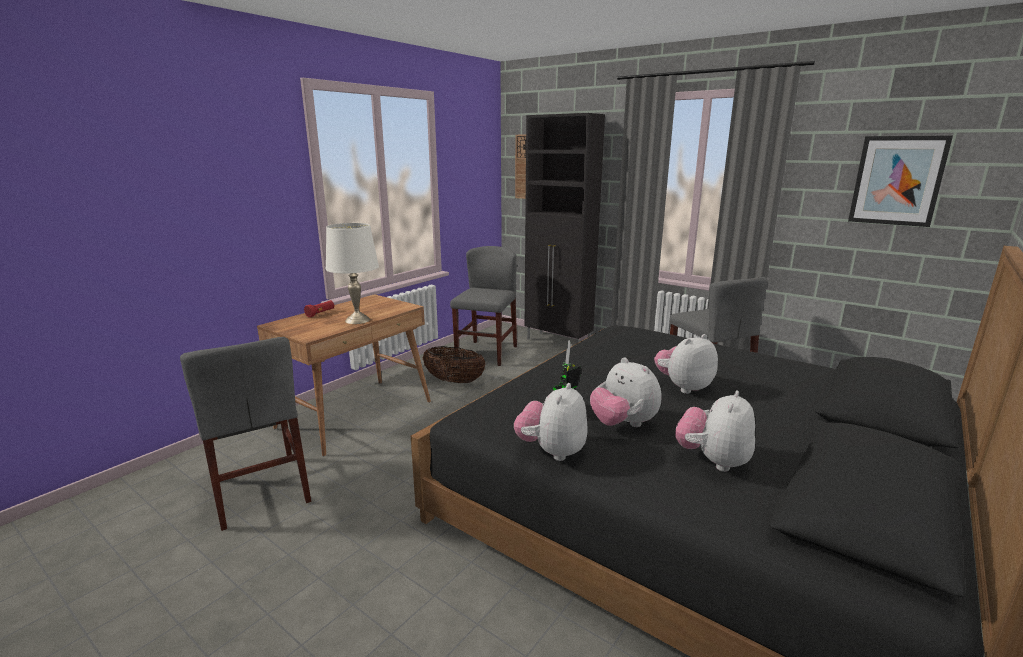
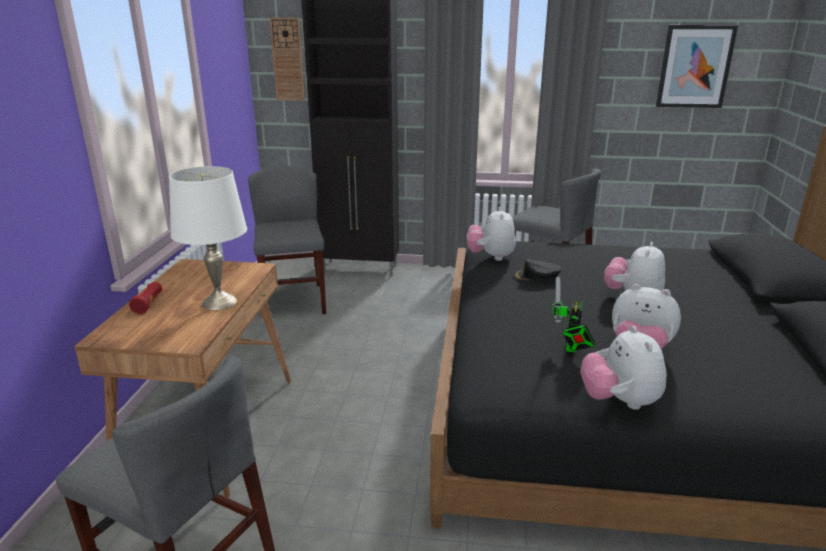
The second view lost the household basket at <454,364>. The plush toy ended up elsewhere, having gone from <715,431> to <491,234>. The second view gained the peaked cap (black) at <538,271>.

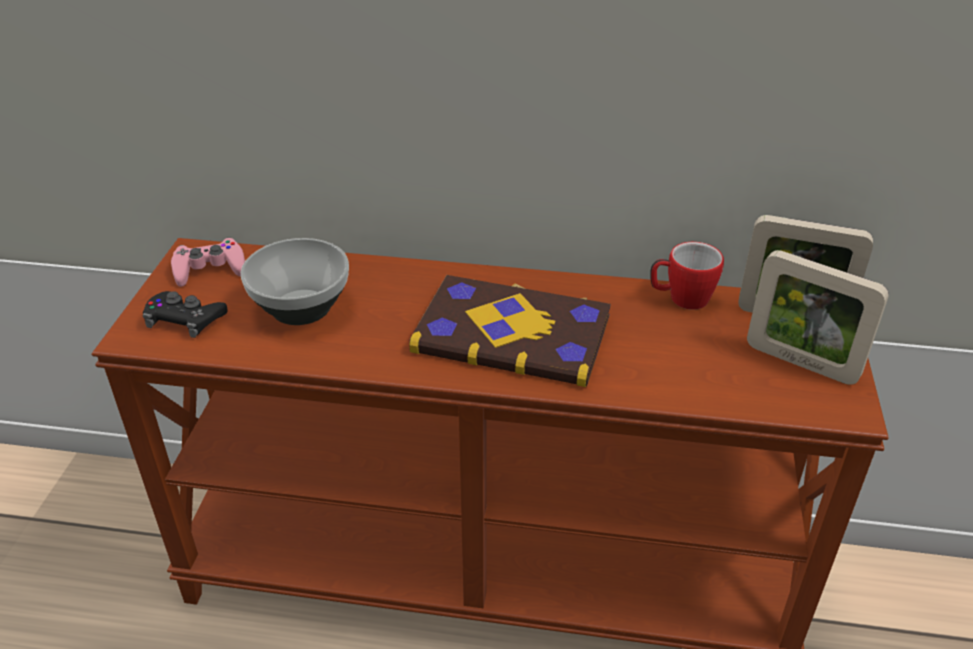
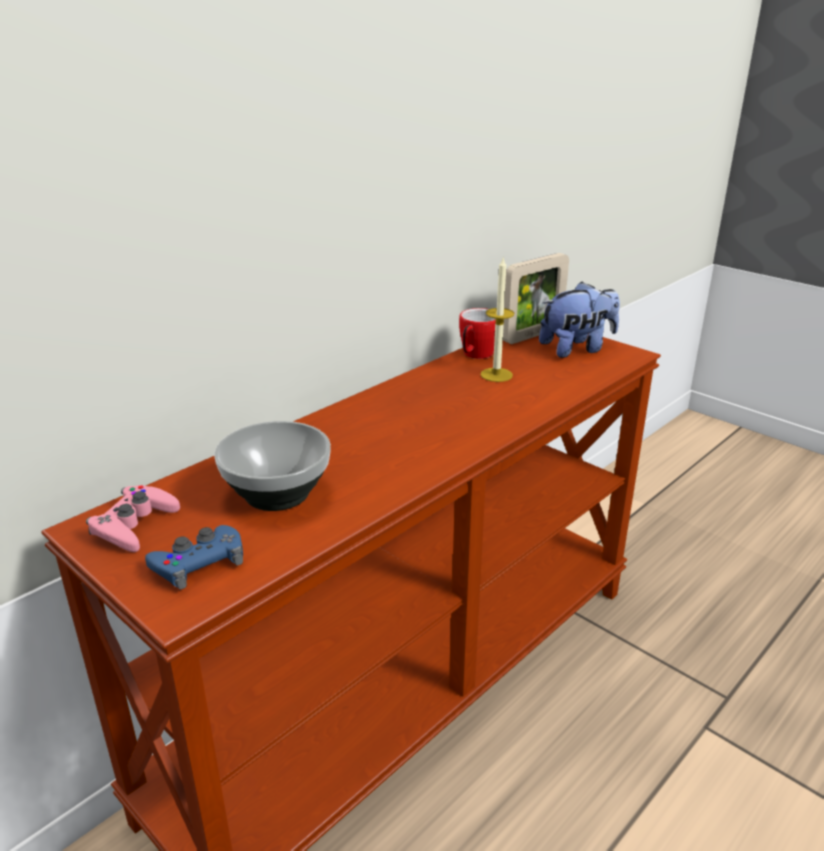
What was the joypad (black) at <185,314> turned into the joypad (blue-coloured) at <194,557>. The second view lost the volume at <510,331>. Where the standing frame stood at <818,317>, the plush toy came to stand at <579,319>. The second view gained the candle at <497,319>.

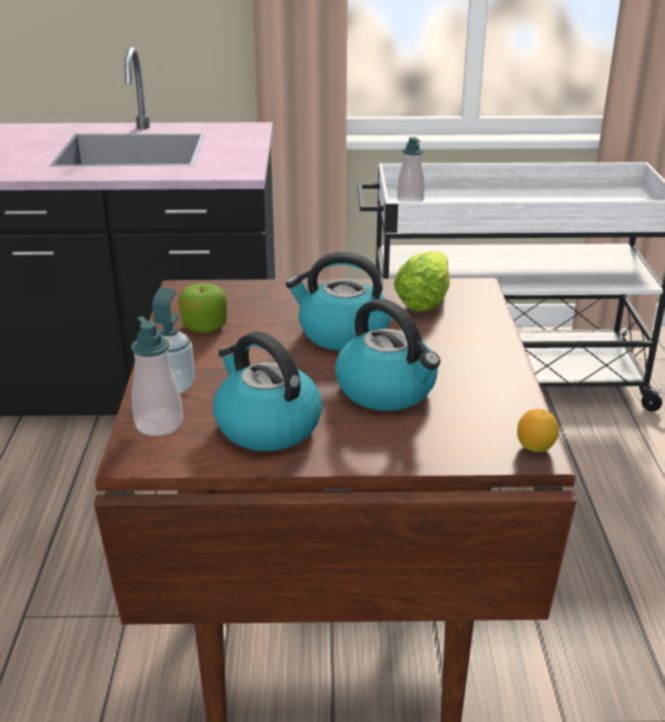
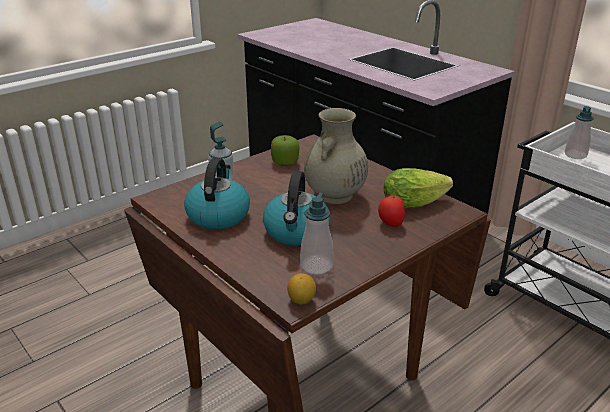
The liquid soap bottle ended up elsewhere, having gone from <157,376> to <316,234>. Where the tea kettle stood at <338,301>, the vase (beige) came to stand at <336,156>. The second view gained the fresh tomato at <391,211>.

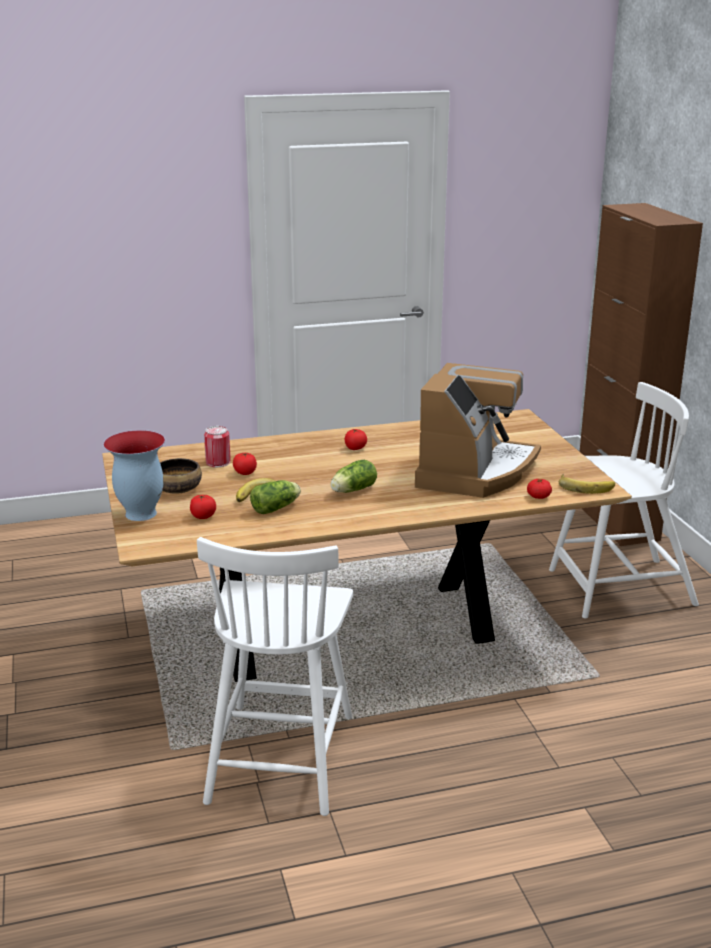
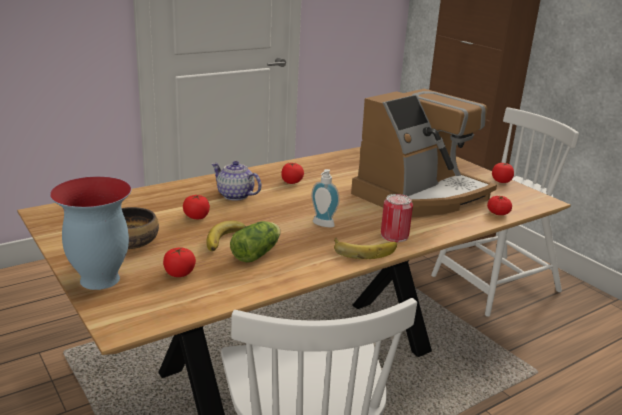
The sealed can ended up elsewhere, having gone from <217,446> to <397,218>. Where the lettuce head stood at <353,476>, the liquid soap bottle came to stand at <325,198>. The coffee brewer at <478,430> ended up facing another way, 45 degrees clockwise from before. The whole banana ended up elsewhere, having gone from <587,484> to <365,248>. The second view gained the teapot at <237,181>. The second view gained the fresh tomato at <503,173>.

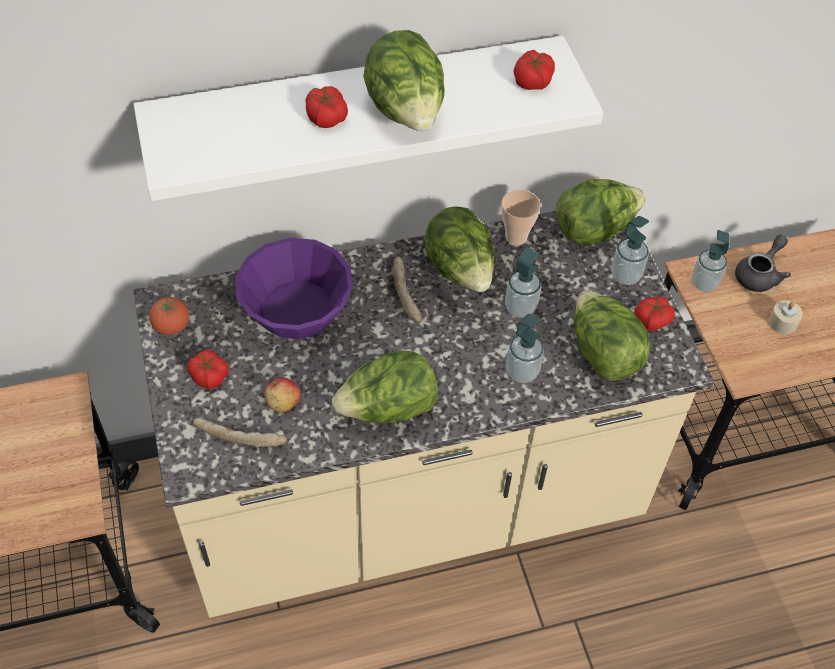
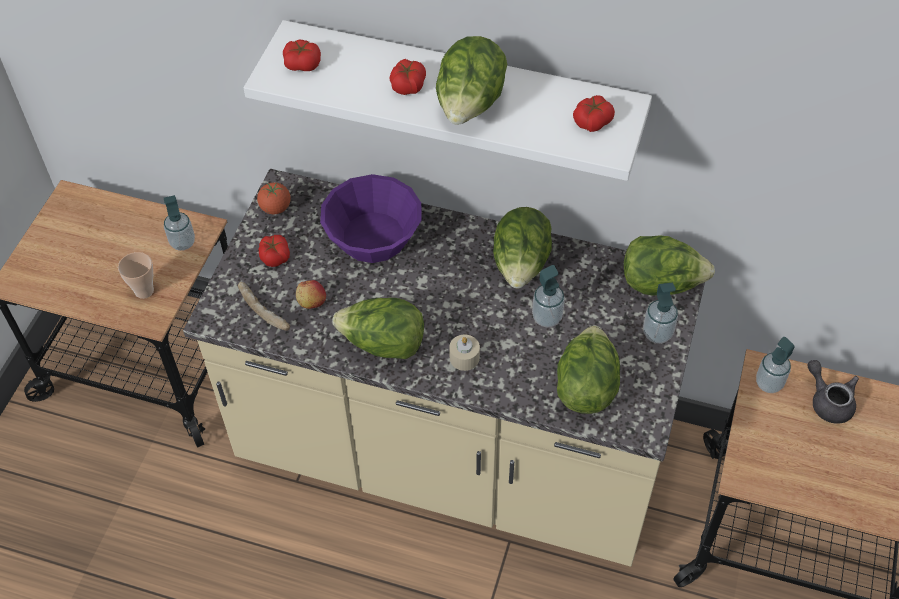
The second view lost the baked bread at <407,290>. The drinking cup ended up elsewhere, having gone from <521,217> to <136,275>. The liquid soap bottle ended up elsewhere, having gone from <525,348> to <179,223>. The fresh tomato ended up elsewhere, having gone from <654,314> to <302,55>. The teapot (grey) at <763,263> ended up facing another way, 105 degrees counterclockwise from before. The candle (beige) ended up elsewhere, having gone from <786,317> to <464,353>.

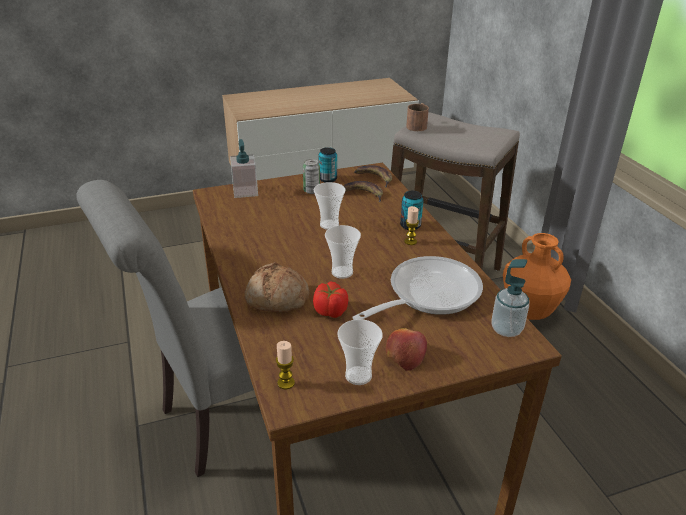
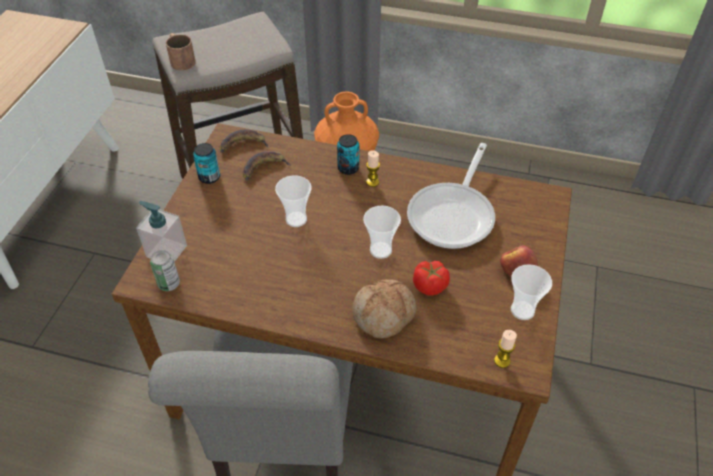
The sealed can ended up elsewhere, having gone from <311,176> to <165,270>. The pan at <417,288> ended up facing another way, 150 degrees counterclockwise from before. The second view lost the liquid soap bottle at <510,298>.

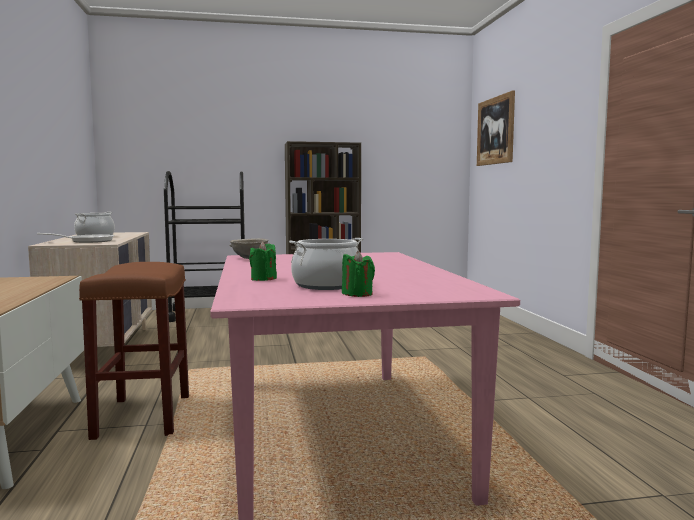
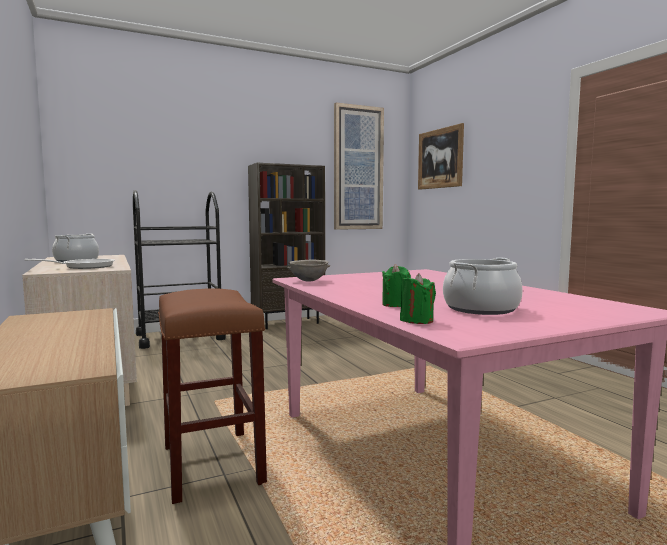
The candle (green-coloured) ended up elsewhere, having gone from <358,274> to <418,298>. The second view gained the wall art at <359,166>.

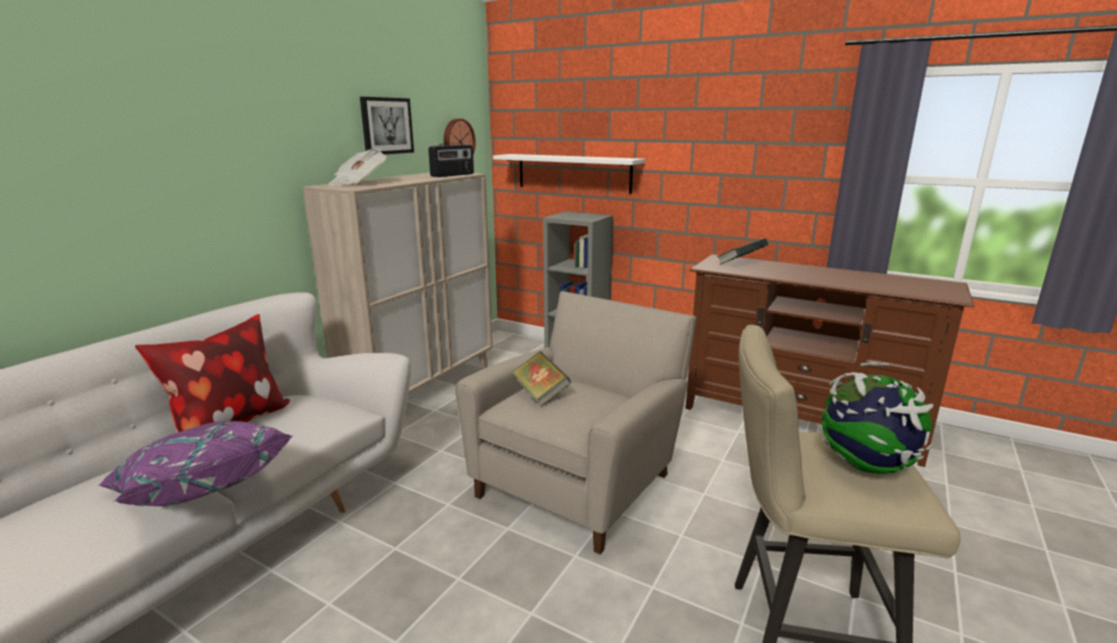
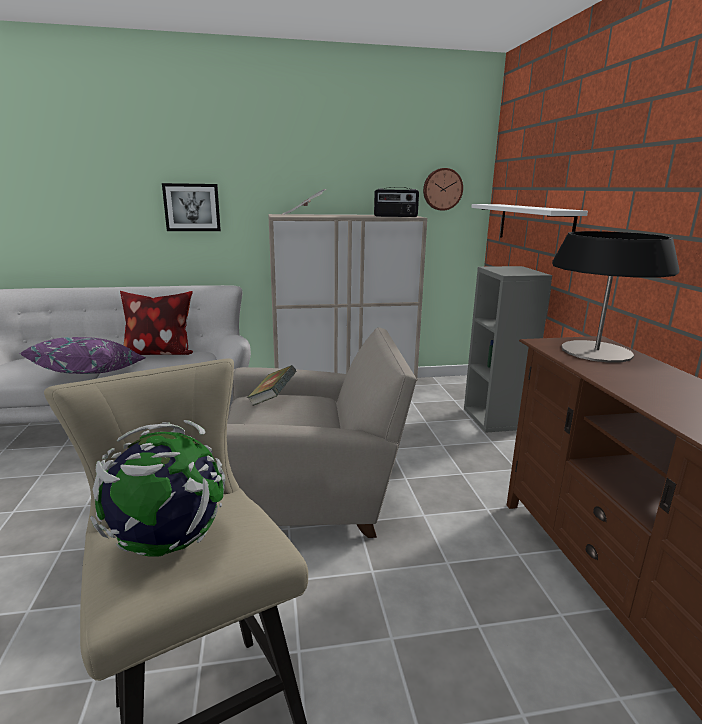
The wall art ended up elsewhere, having gone from <387,126> to <191,207>. Where the volume stood at <742,251>, the tabletop lamp came to stand at <616,297>.

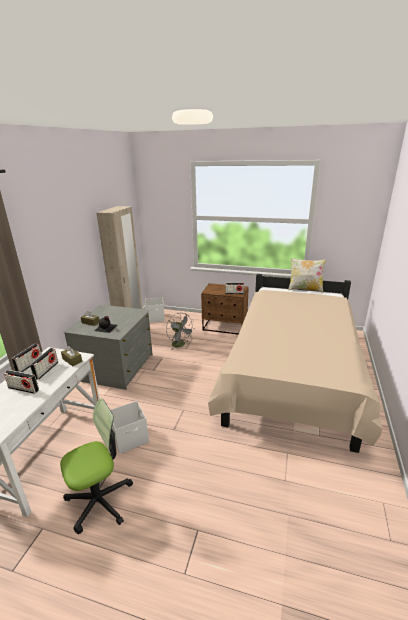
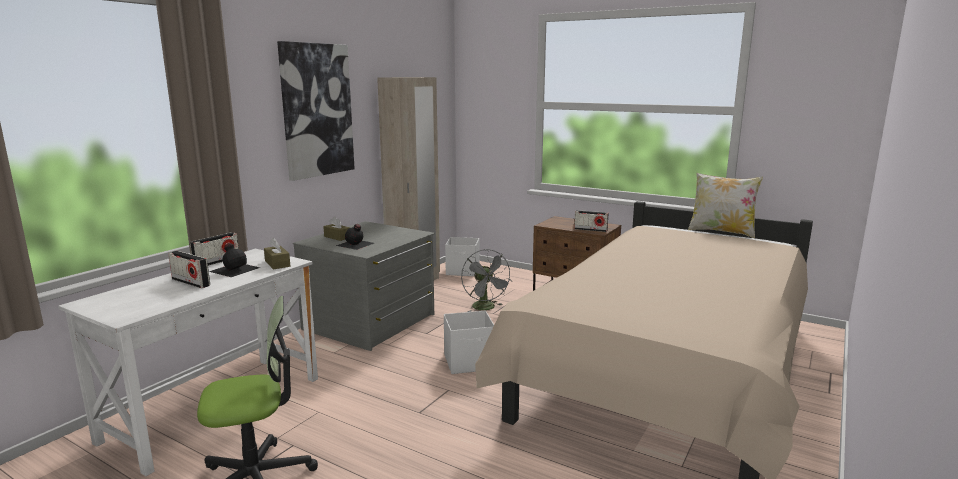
Where the radio set stood at <44,364>, the bottle (black) came to stand at <234,260>. The storage container (white) ended up elsewhere, having gone from <129,427> to <469,342>. The second view gained the wall art at <316,111>.

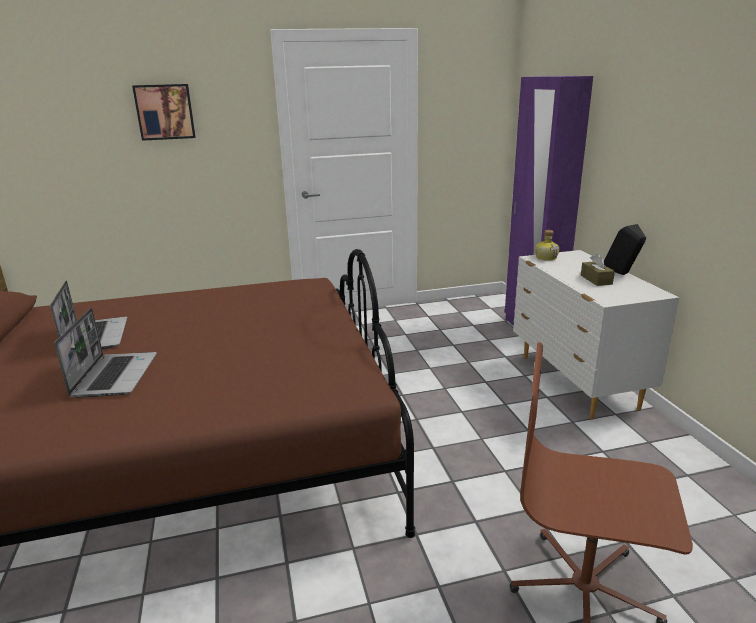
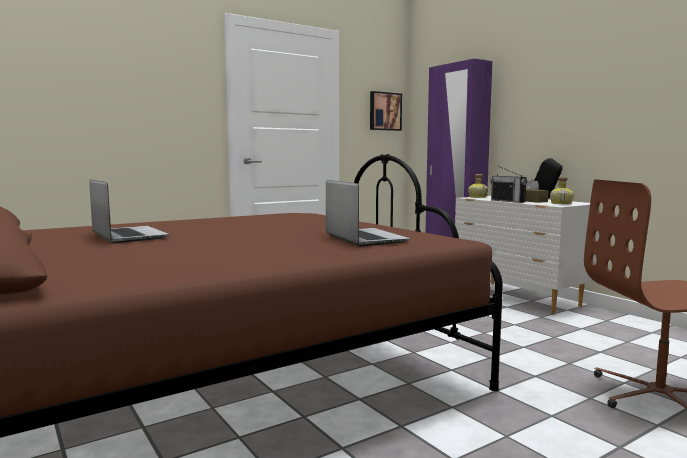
The laptop ended up elsewhere, having gone from <105,353> to <368,213>. The wall art ended up elsewhere, having gone from <164,112> to <386,111>. The second view gained the radio set at <509,184>. The second view gained the bottle at <562,190>.

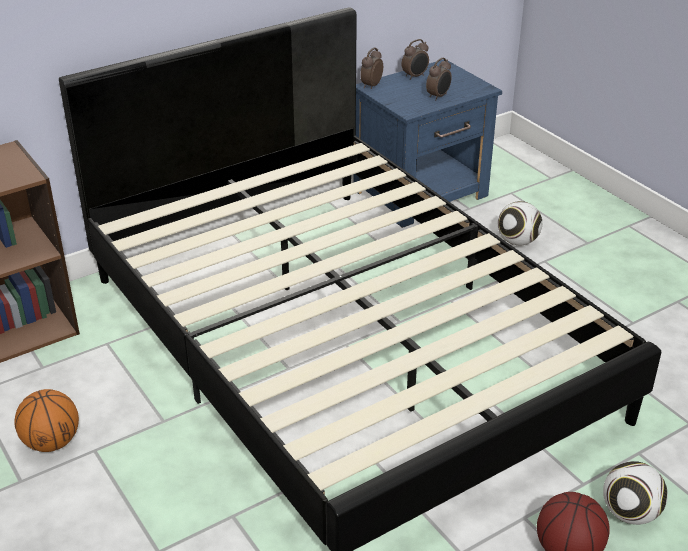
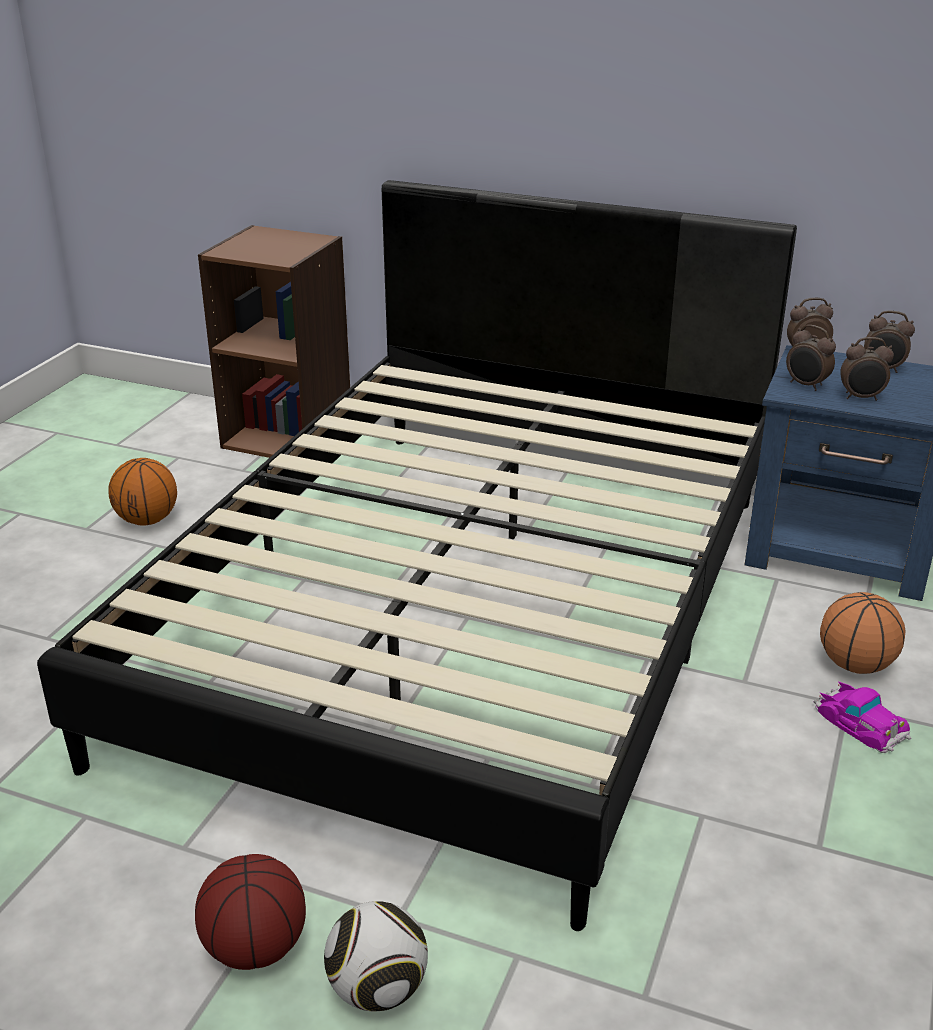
Where the ball for football stood at <520,223>, the ball for basketball came to stand at <862,633>. The second view gained the alarm clock at <811,358>. The second view gained the model car at <862,717>.

